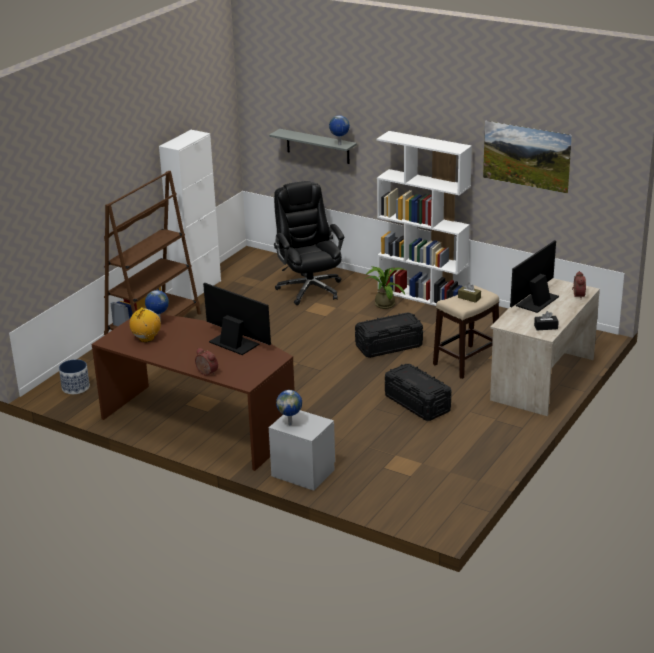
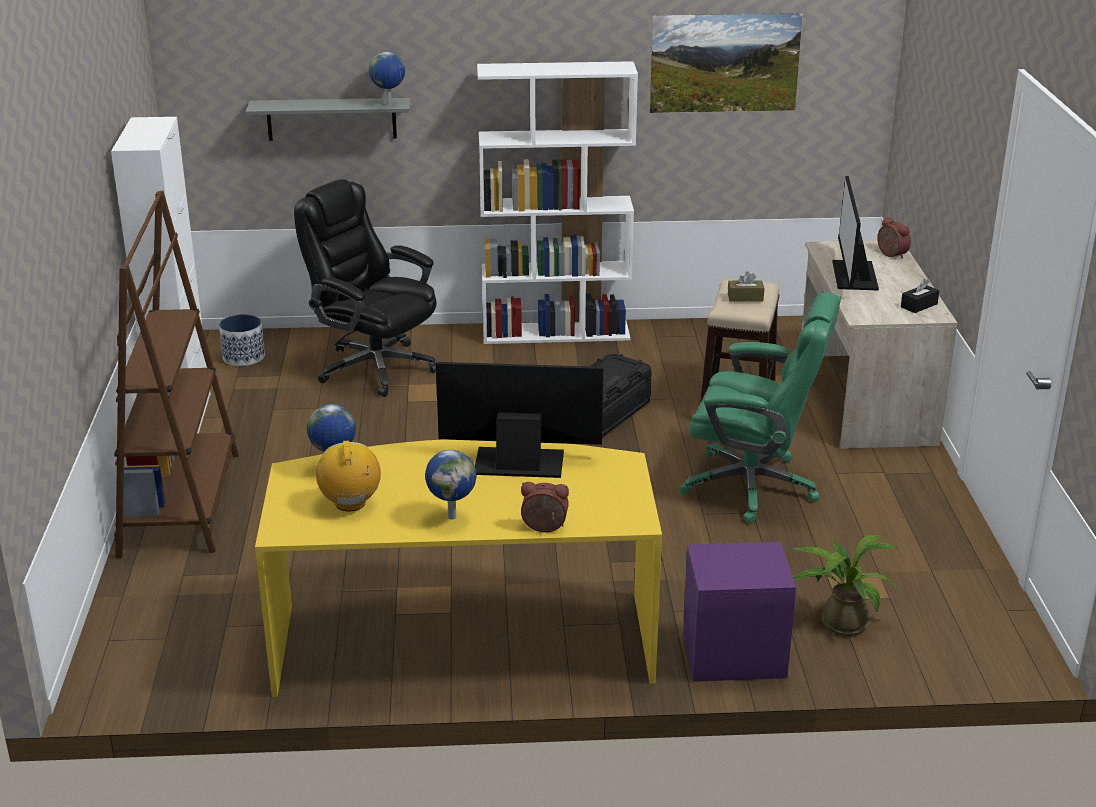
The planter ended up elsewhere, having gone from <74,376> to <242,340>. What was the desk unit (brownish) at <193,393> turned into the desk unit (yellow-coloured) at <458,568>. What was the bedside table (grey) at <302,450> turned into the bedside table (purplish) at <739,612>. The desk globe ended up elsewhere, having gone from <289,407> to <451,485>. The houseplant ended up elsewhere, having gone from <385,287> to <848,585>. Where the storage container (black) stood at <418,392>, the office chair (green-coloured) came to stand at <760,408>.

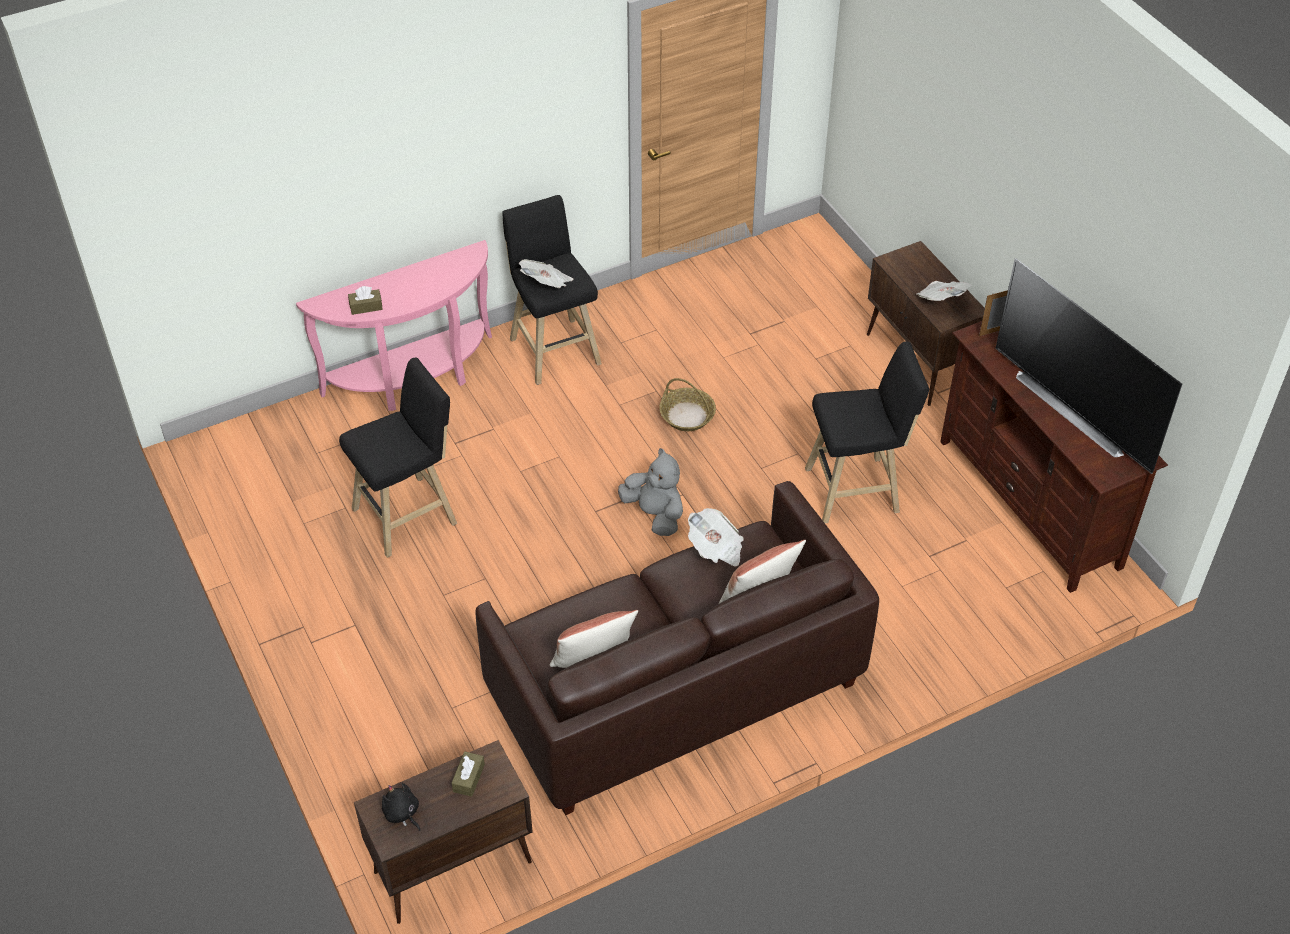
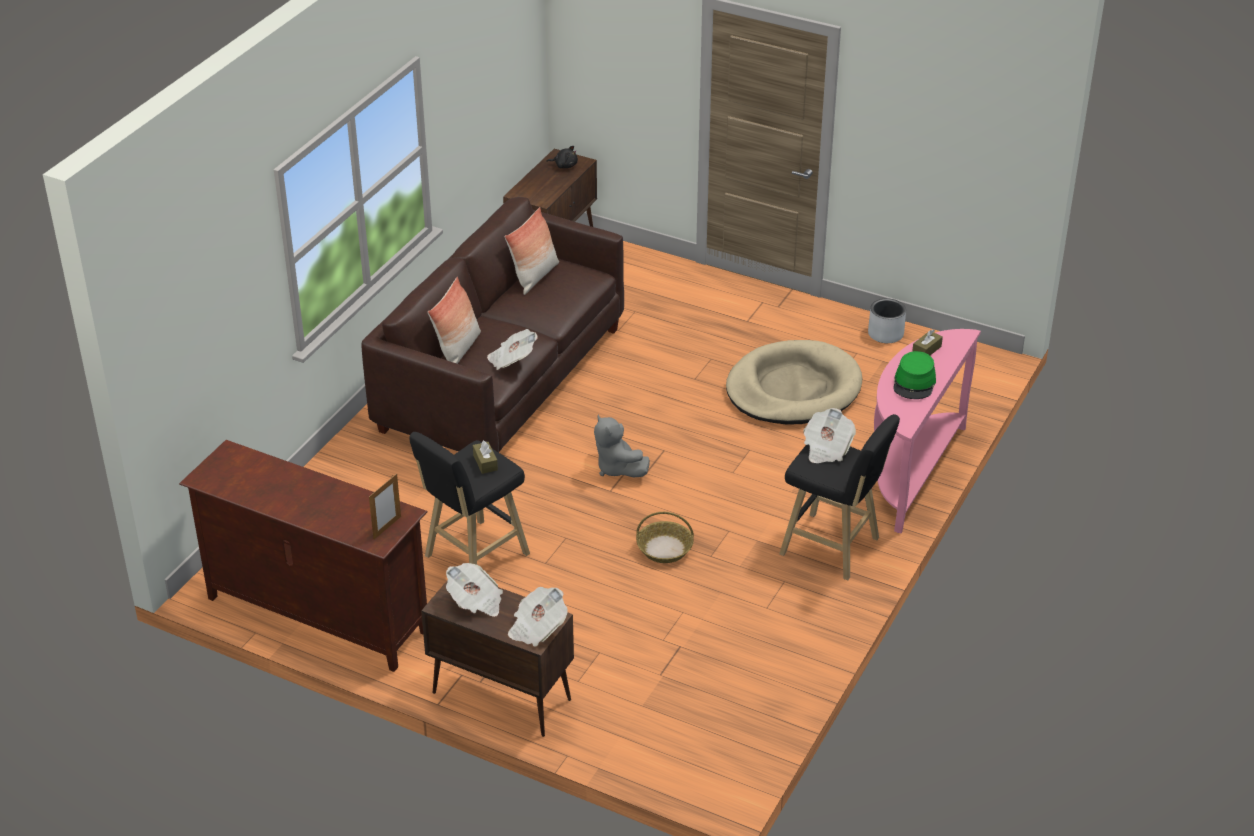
Where the stool seat (black) stood at <398,458>, the dog cushion (beige) came to stand at <794,382>. The box of tissues (brownish) ended up elsewhere, having gone from <468,774> to <485,457>. The plush toy (grey) at <650,492> ended up facing another way, 45 degrees clockwise from before. The second view lost the TV at <1088,366>. The second view gained the printed paper at <538,616>. The second view gained the planter (grey) at <887,320>. The second view gained the wearable hat (green-coloured) at <914,375>.

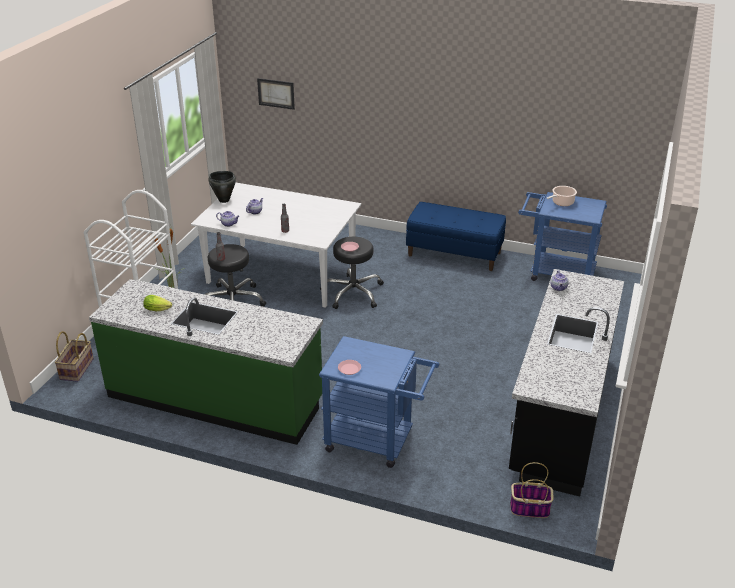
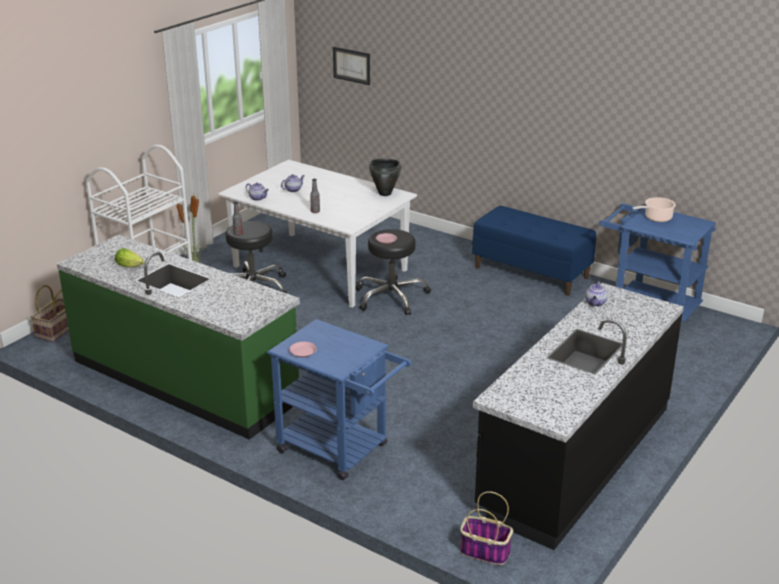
The saucepot (black) ended up elsewhere, having gone from <222,187> to <385,177>.

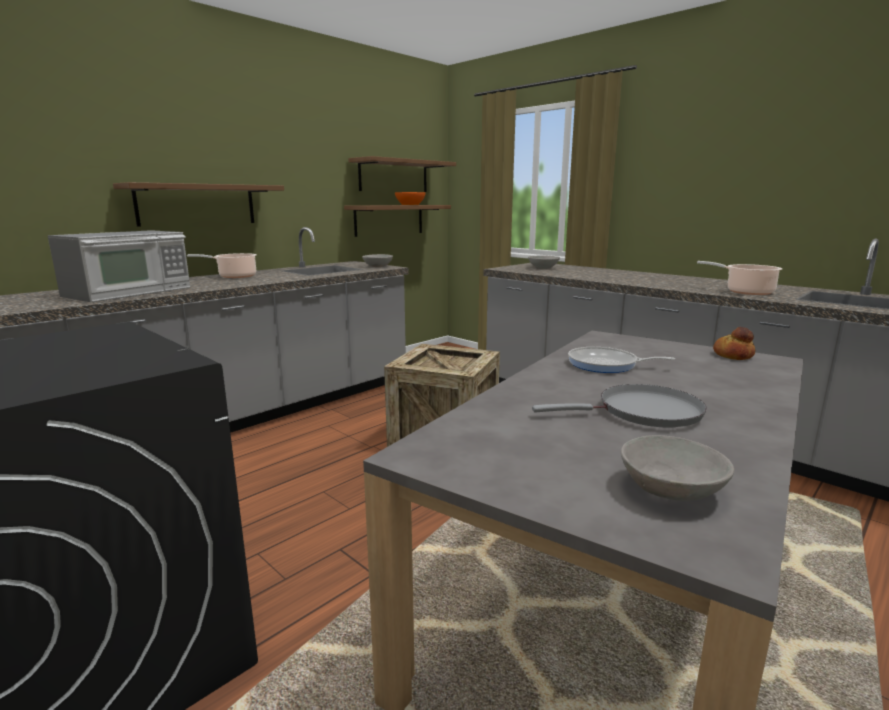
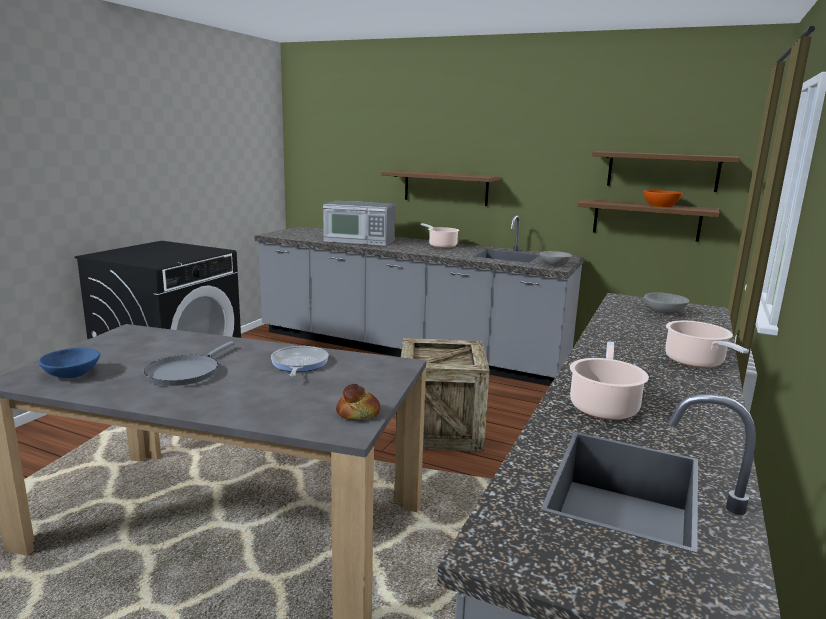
The pan (grey) at <619,405> ended up facing another way, 45 degrees clockwise from before. What was the bowl (grey) at <677,468> turned into the bowl (blue-coloured) at <69,363>. The second view gained the saucepot at <707,344>.

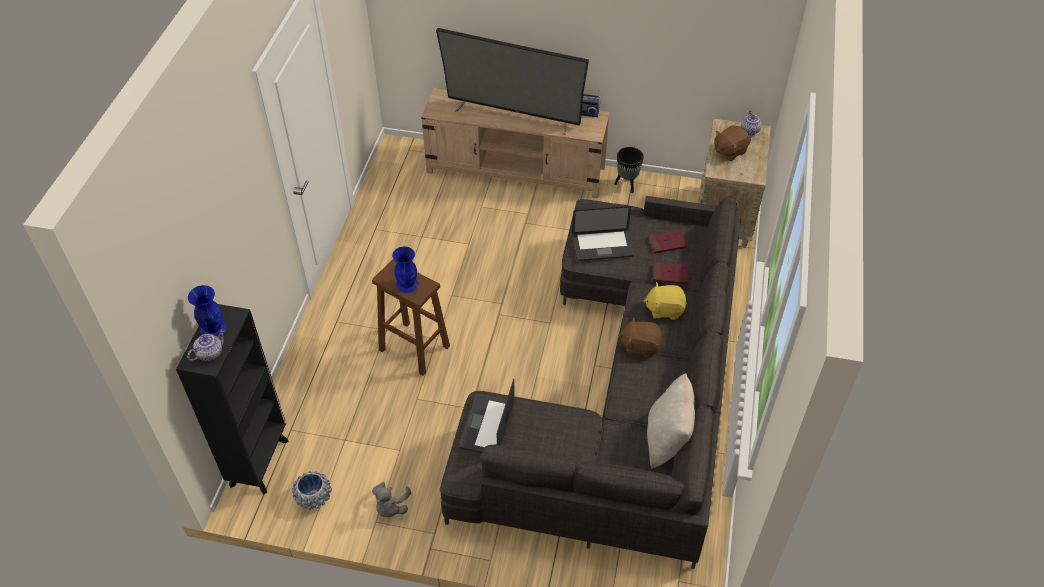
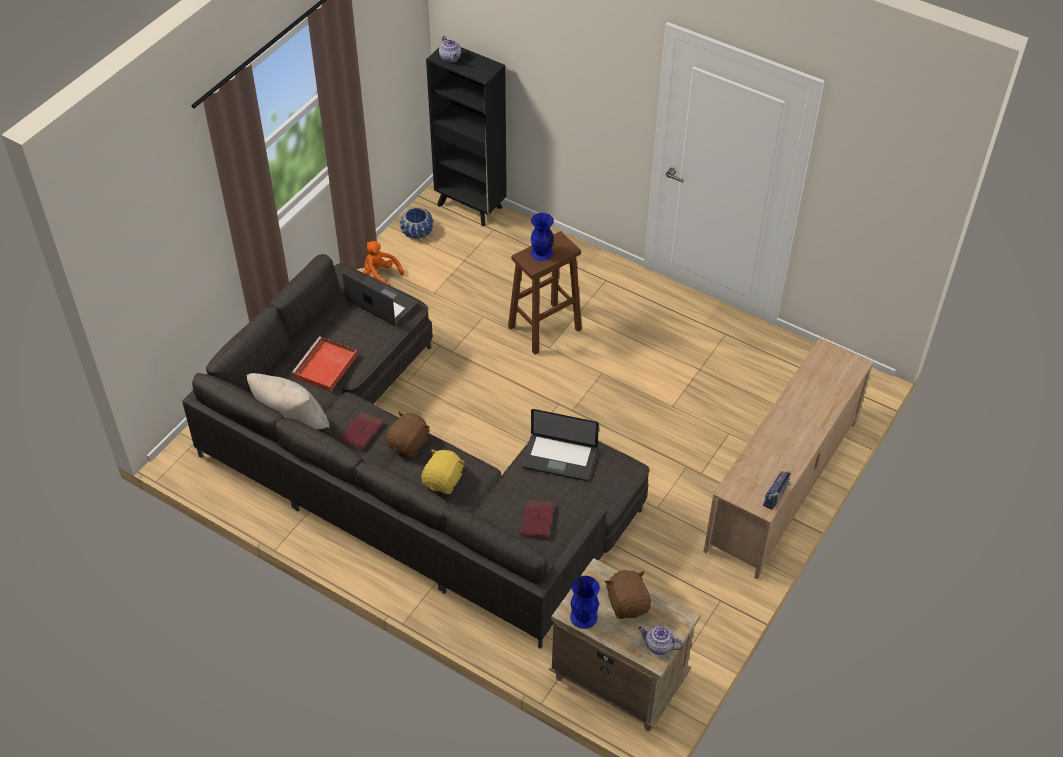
The vase (blue-coloured) ended up elsewhere, having gone from <207,310> to <585,602>. What was the plush toy (grey) at <391,499> turned into the plush toy (orange) at <383,263>. The second view lost the TV at <512,81>. The laptop at <603,233> ended up facing another way, 90 degrees counterclockwise from before. The second view lost the planter (black) at <629,170>. The volume (reddish) ended up elsewhere, having gone from <671,273> to <362,430>. The second view gained the serving tray (reddish) at <324,364>.

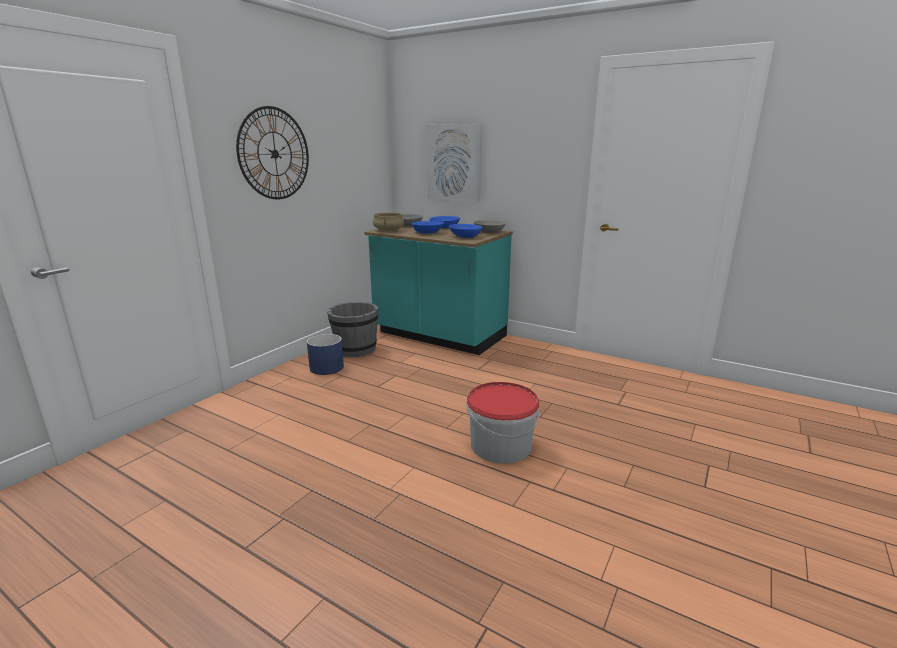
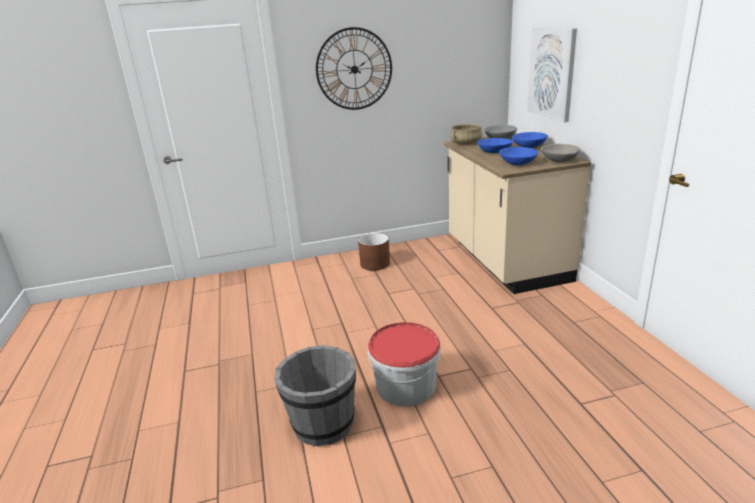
What was the planter (blue-coloured) at <325,354> turned into the planter (brownish) at <374,251>. The bucket (grey) ended up elsewhere, having gone from <352,329> to <315,395>. What was the counter (blue-green) at <438,290> turned into the counter (beige) at <517,213>.

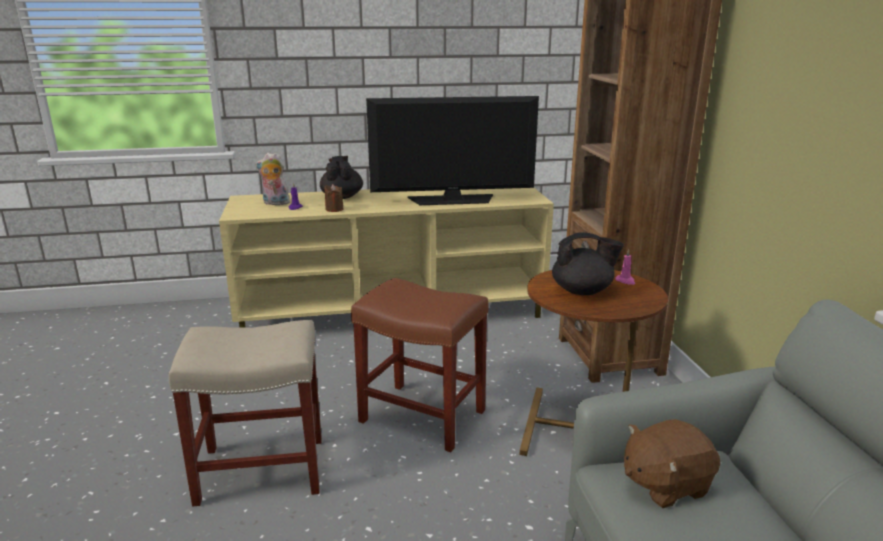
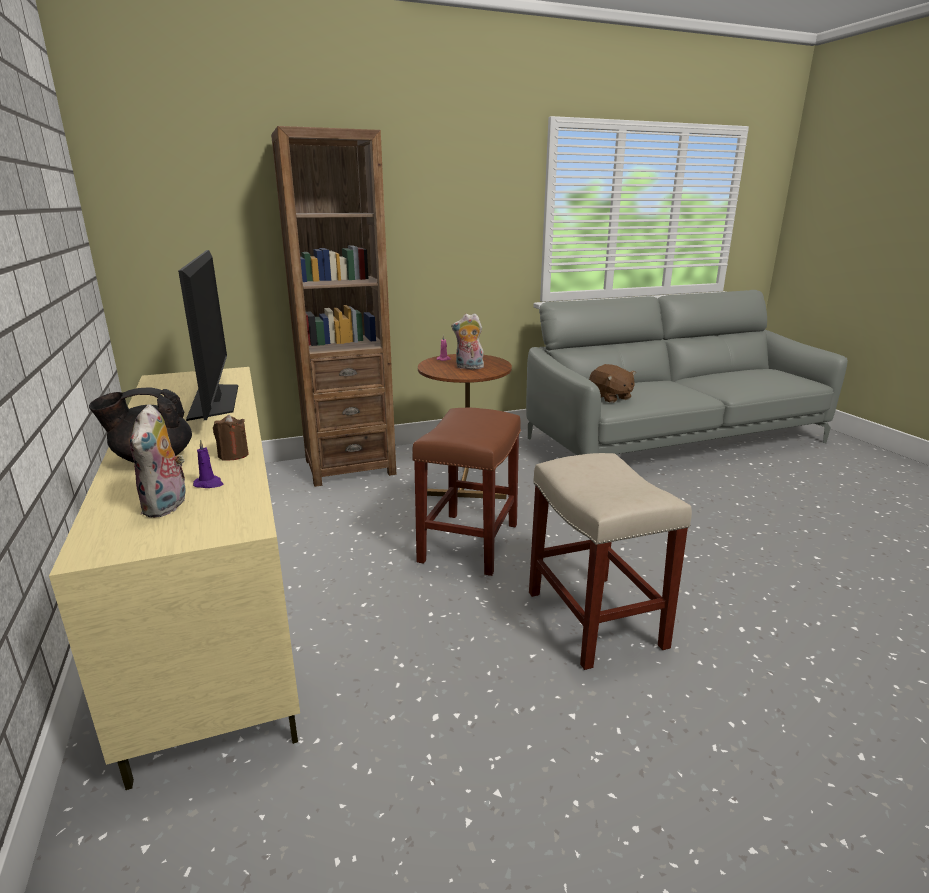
Where the teapot (black) stood at <588,263>, the plush toy came to stand at <467,341>.

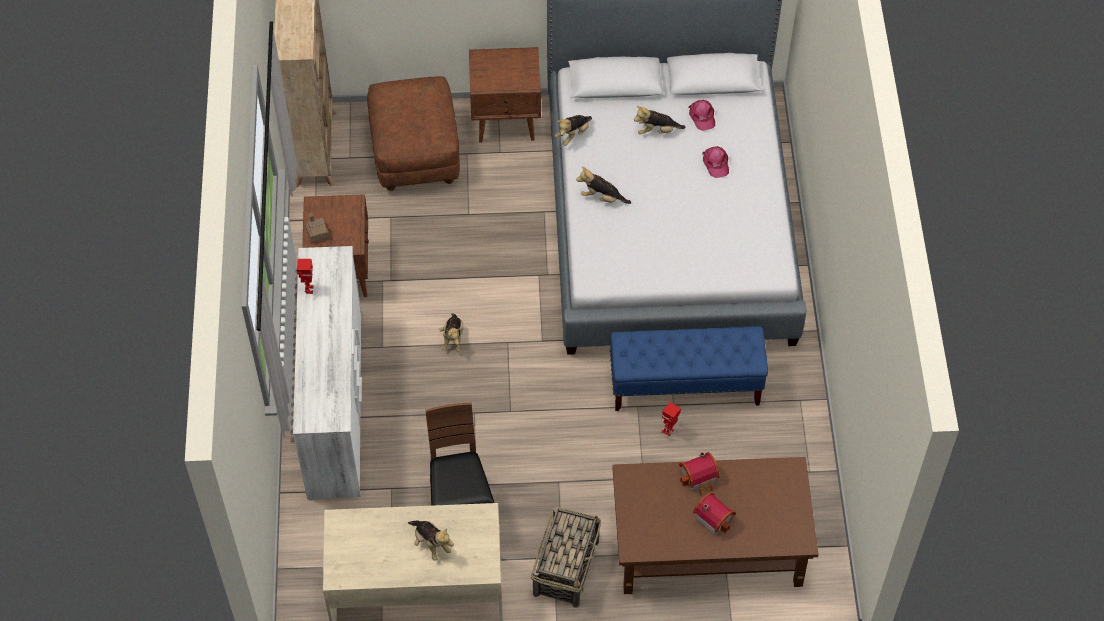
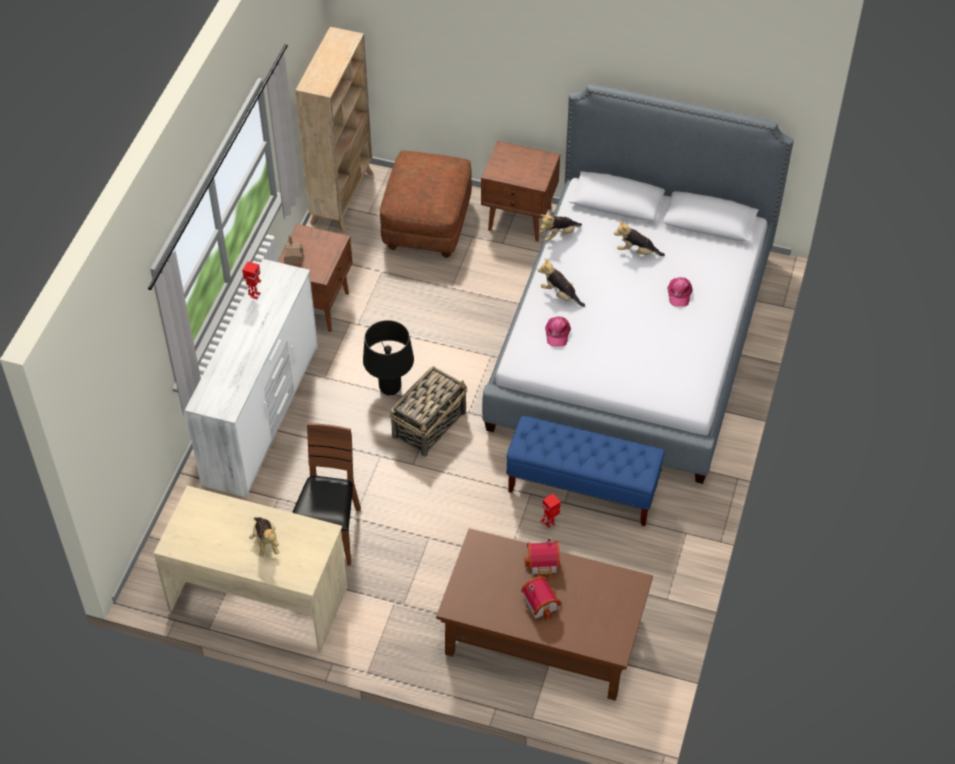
Where the plush toy stood at <451,332>, the tabletop lamp (black) came to stand at <388,357>. The household basket ended up elsewhere, having gone from <566,557> to <428,411>. The peaked cap (pink-coloured) ended up elsewhere, having gone from <702,115> to <558,331>.

